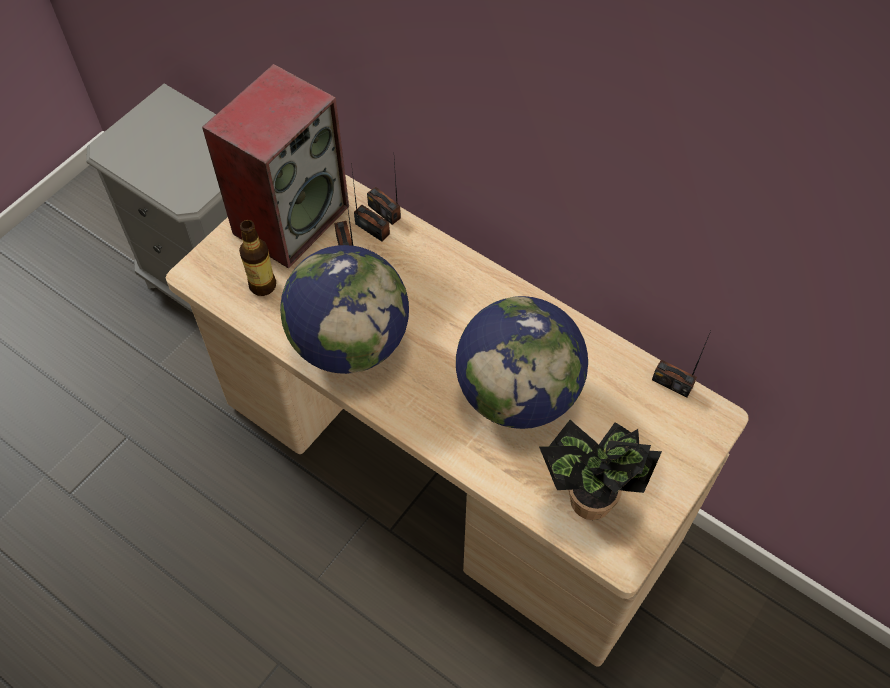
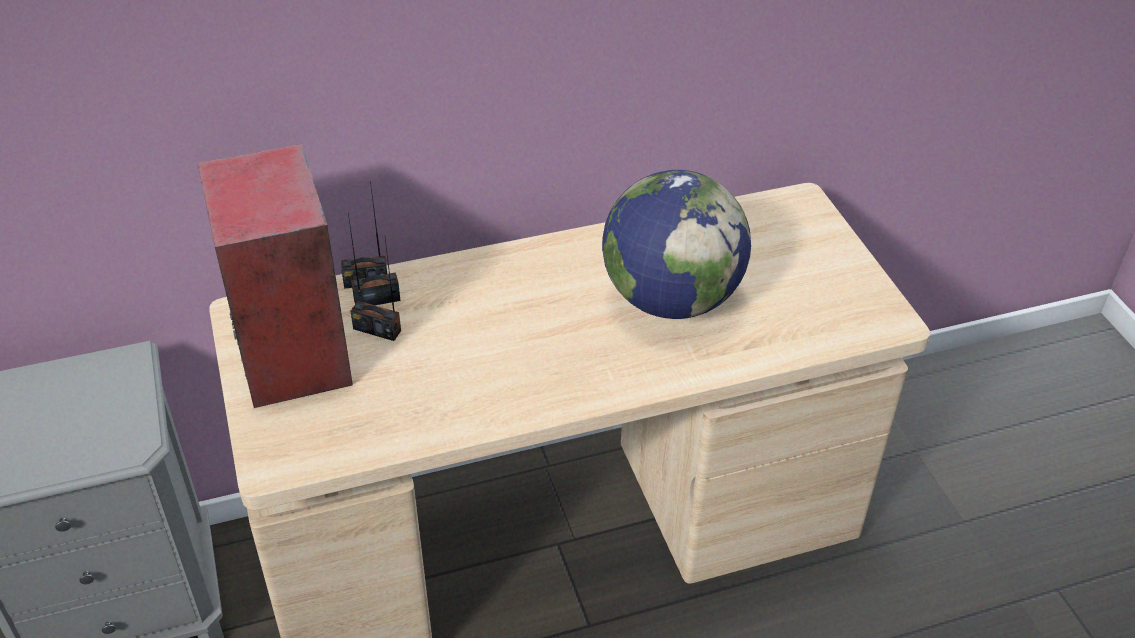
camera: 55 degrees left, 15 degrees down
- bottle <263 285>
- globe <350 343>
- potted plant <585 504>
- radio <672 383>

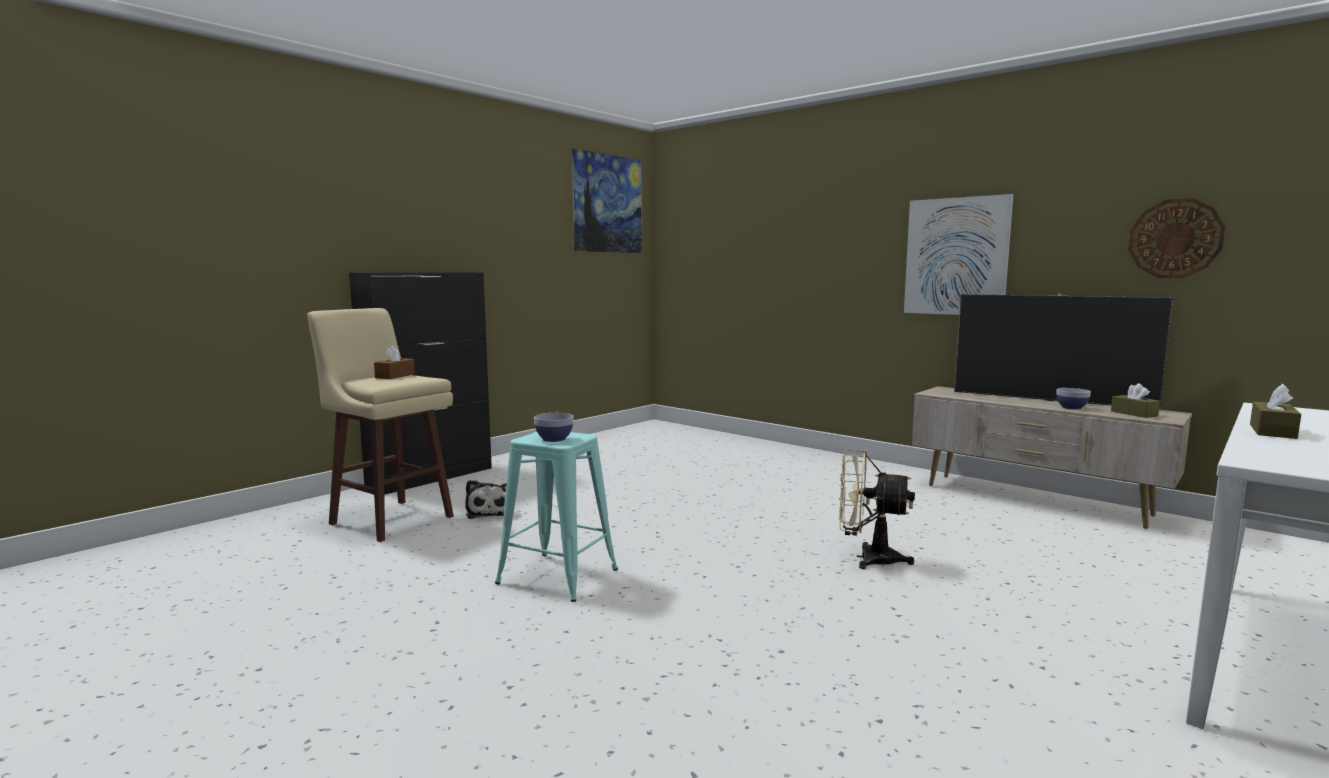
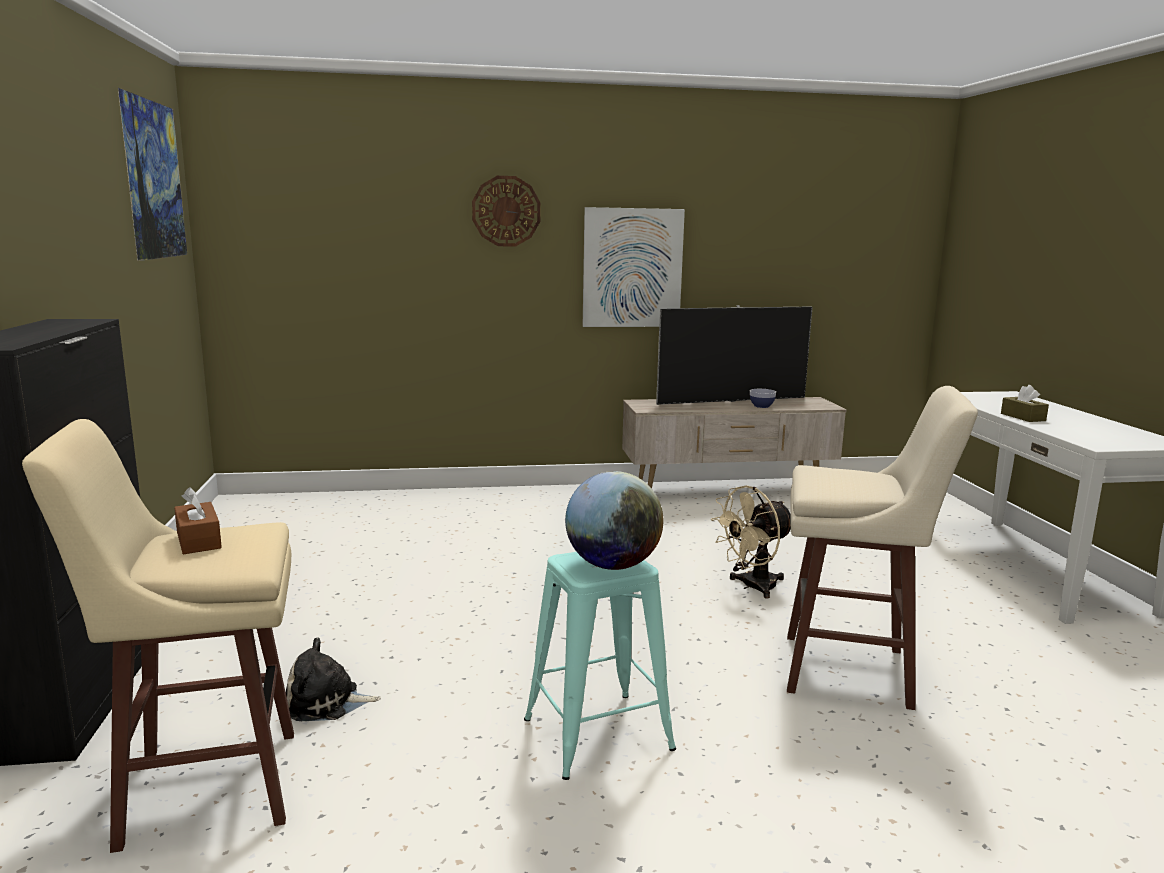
camera: 50 degrees left, 5 degrees up
- tissue box (brown) <1134 413>
+ stool (beige) <851 672>
~ wall clock <1175 238> to <506 211>
~ bowl <554 439> to globe <612 565>
~ plush toy <490 512> = <327 703> 150 degrees clockwise

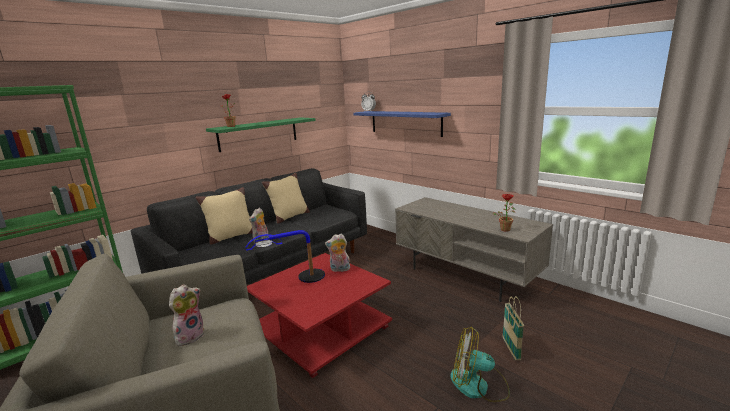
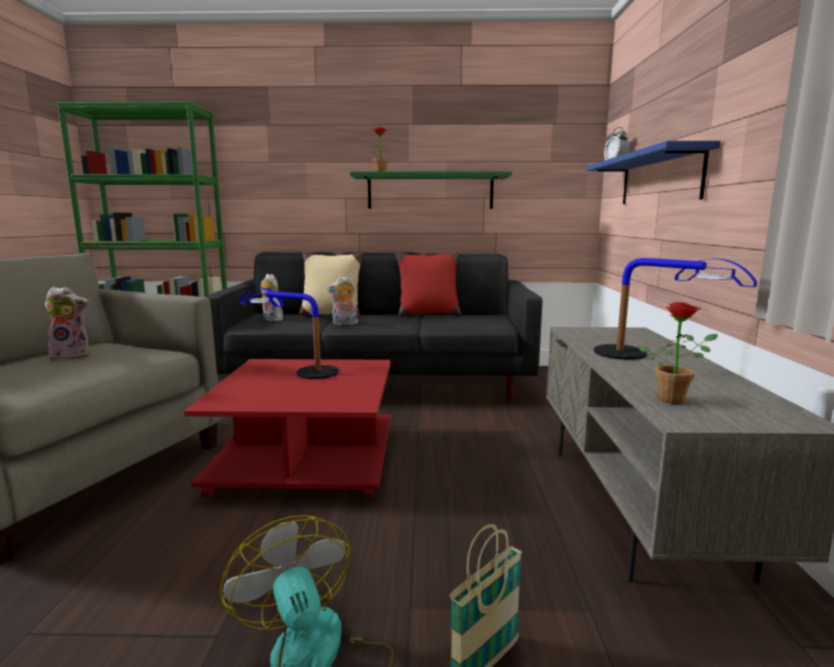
camera: 45 degrees right, 5 degrees down
+ table lamp <646 359>
~ plush toy <339 269> to <271 319>
~ pillow (beige) <289 217> to pillow (red) <428 314>

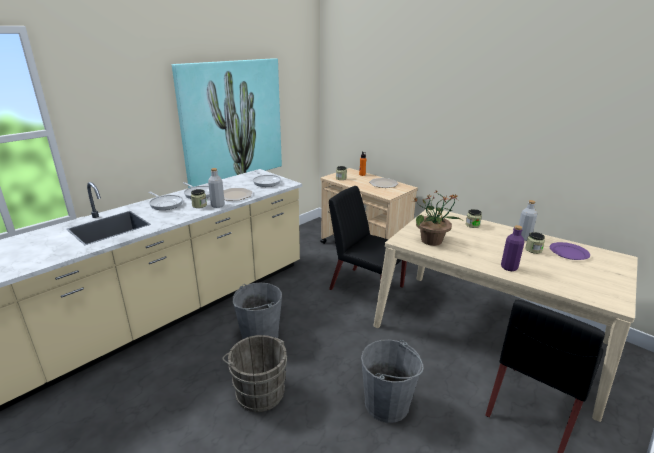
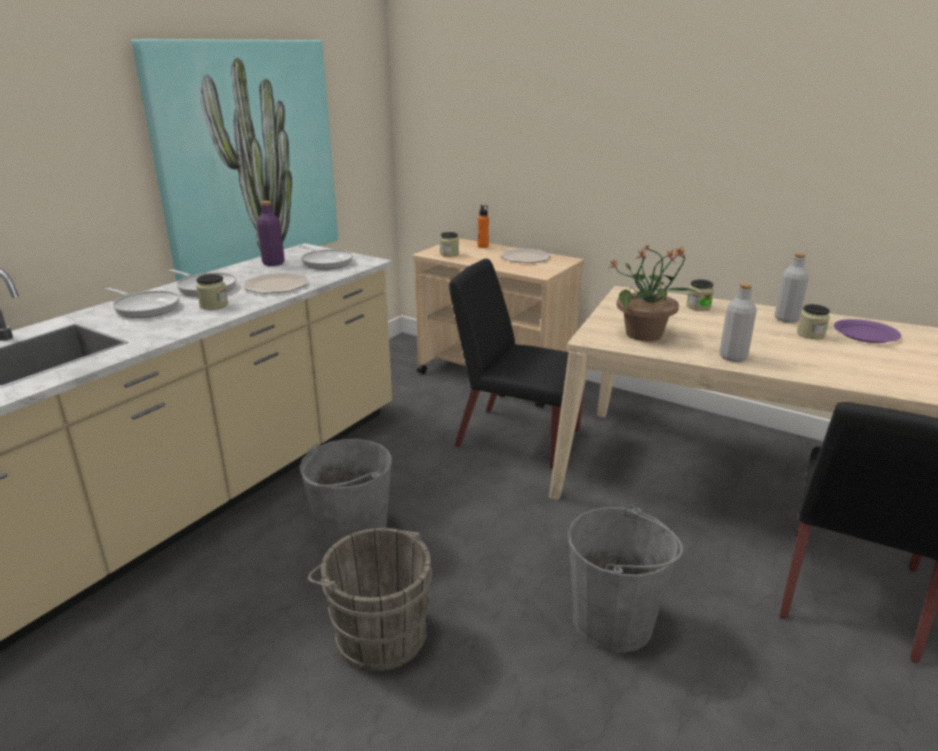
camera: 10 degrees left, 0 degrees up
~ bottle (grey) <217 205> to <733 357>
~ bottle (purple) <509 267> to <273 263>

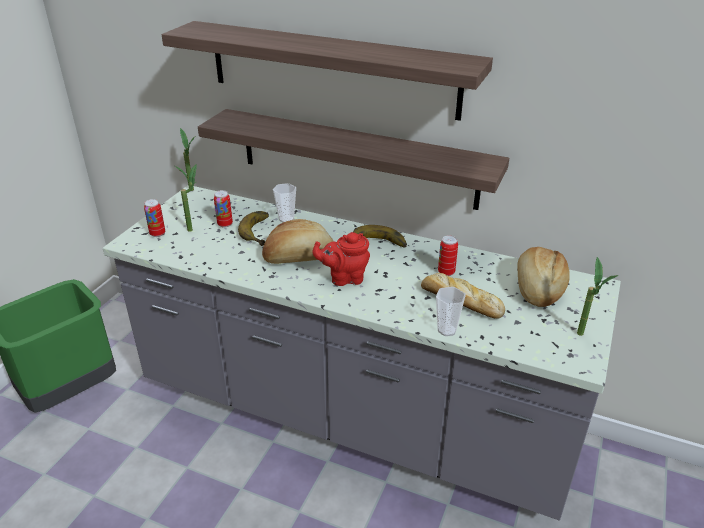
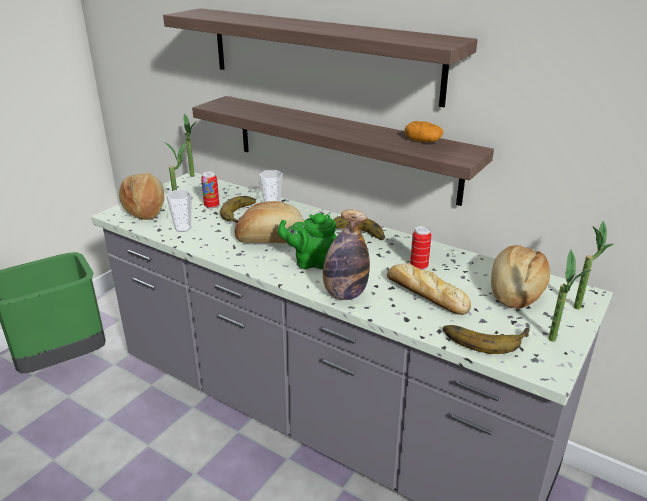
camera: 10 degrees right, 5 degrees down
+ bottle <344 294>
+ potato <422 141>
+ banana <484 337>
+ potted plant <580 304>
~ cup <447 330> to <183 228>
~ can <157 234> to bread <146 209>
~ teapot (red) <344 278> to teapot (green) <311 262>

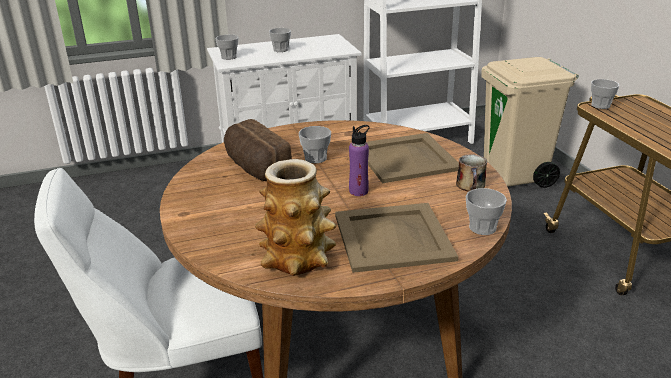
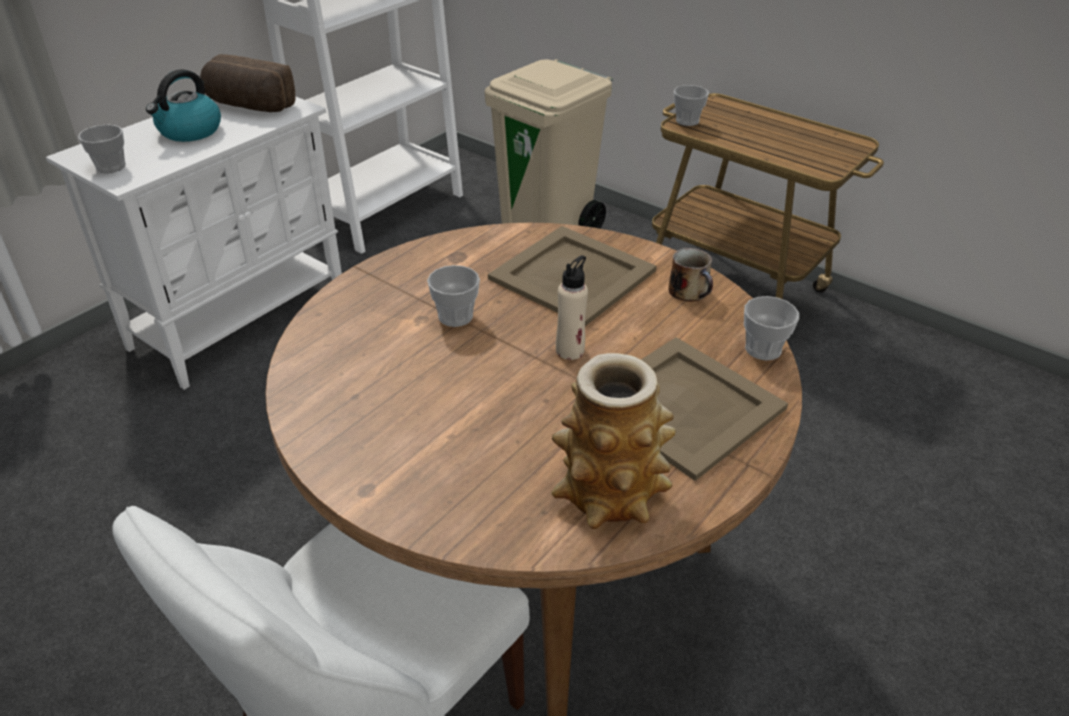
camera: 35 degrees left, 10 degrees up
~ bread <255 168> to <249 105>
~ cup <281 50> to kettle <189 131>
~ bottle (purple) <358 191> to bottle (beige) <570 350>

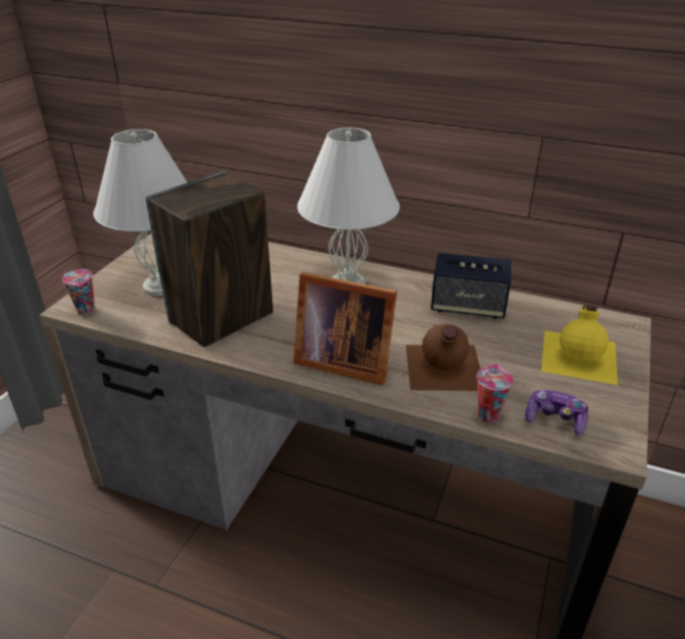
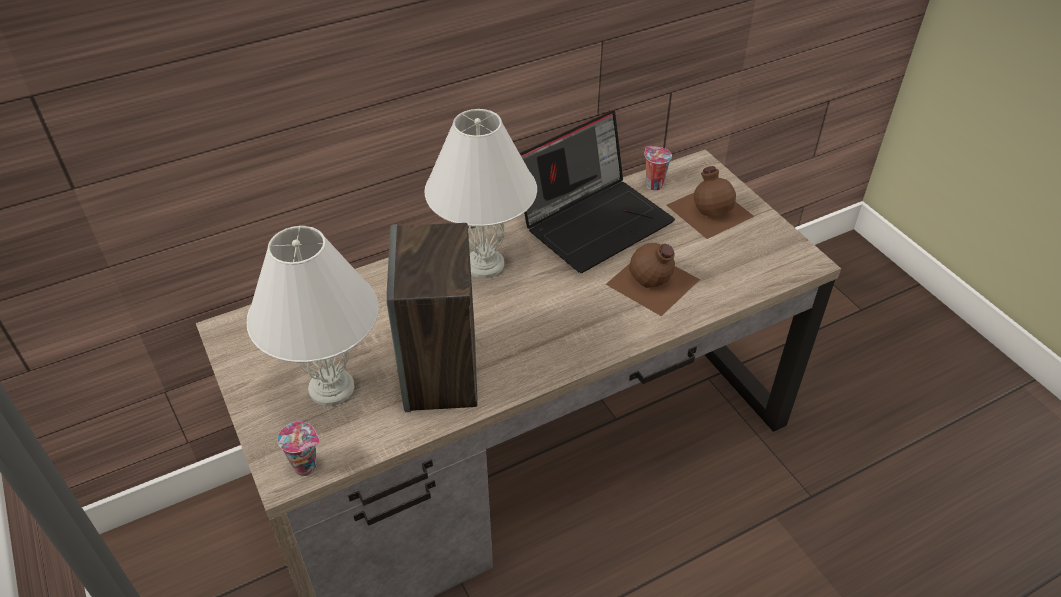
camera: 50 degrees left, 10 degrees up
- picture frame <341 360>
- game controller <554 420>
~ cup <487 414> to <653 185>
~ speaker <467 306> to laptop <595 220>
~ bottle (yellow) <580 355> to bottle (brown) <710 209>

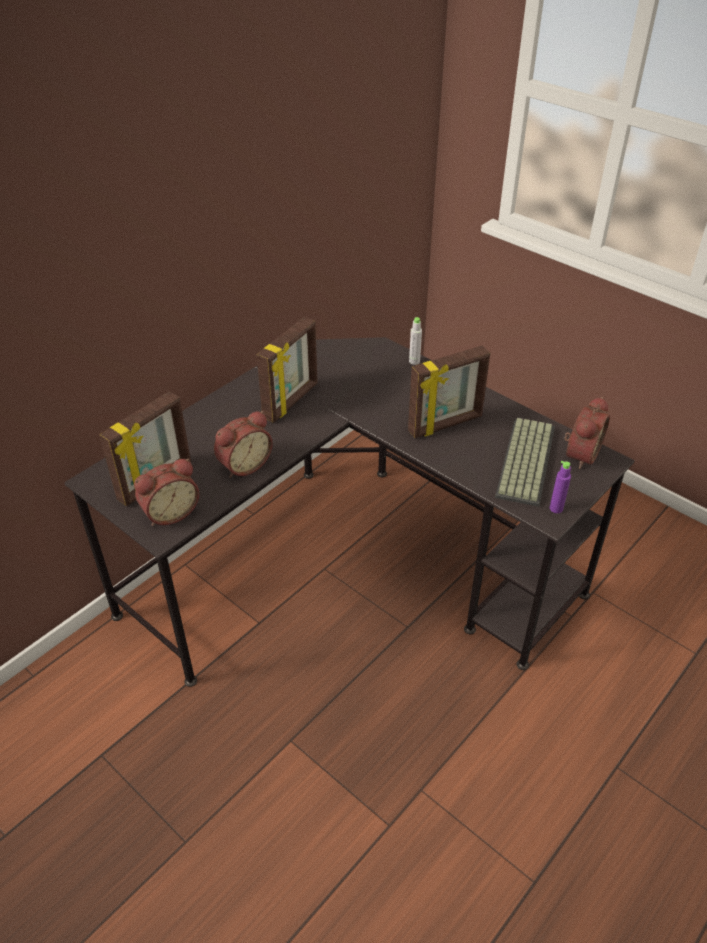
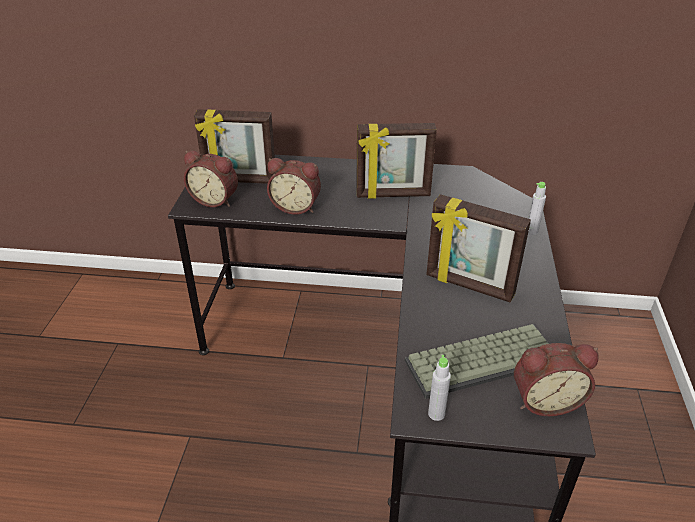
camera: 55 degrees right, 5 degrees down
~ bottle (purple) <556 508> to bottle (grey) <436 414>

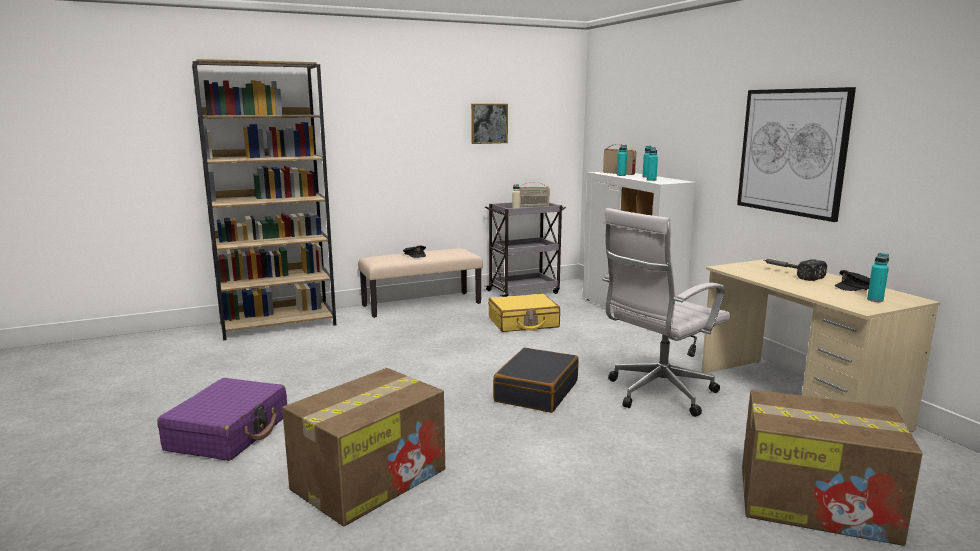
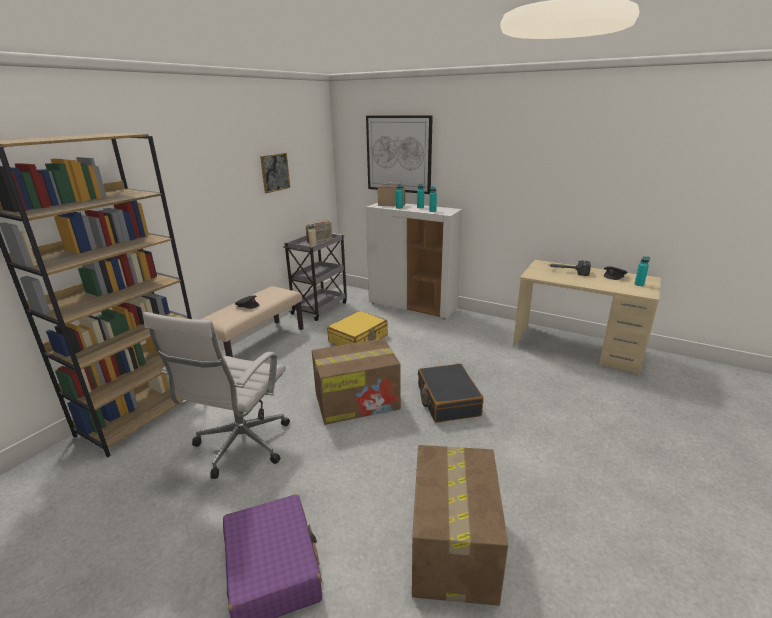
camera: 35 degrees left, 10 degrees up
~ office chair (white) <657 394> to <240 447>
~ picture <792 152> to <398 154>
~ cardboard box <818 503> to <358 401>

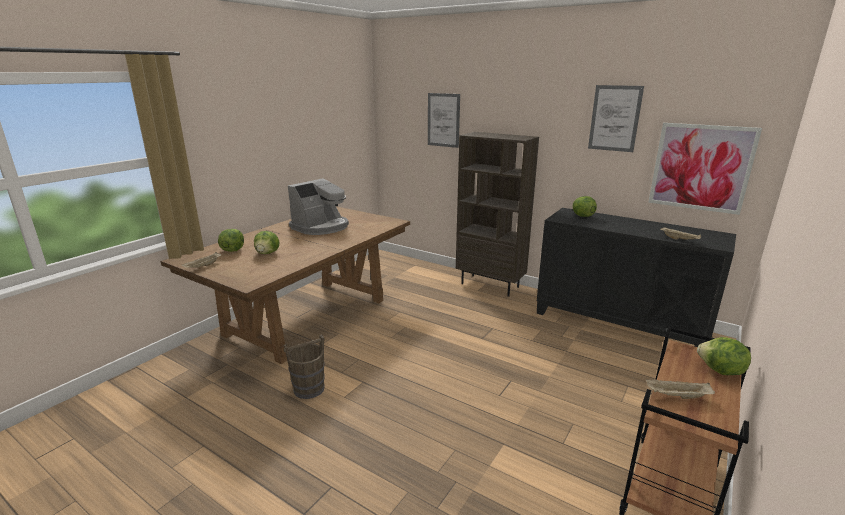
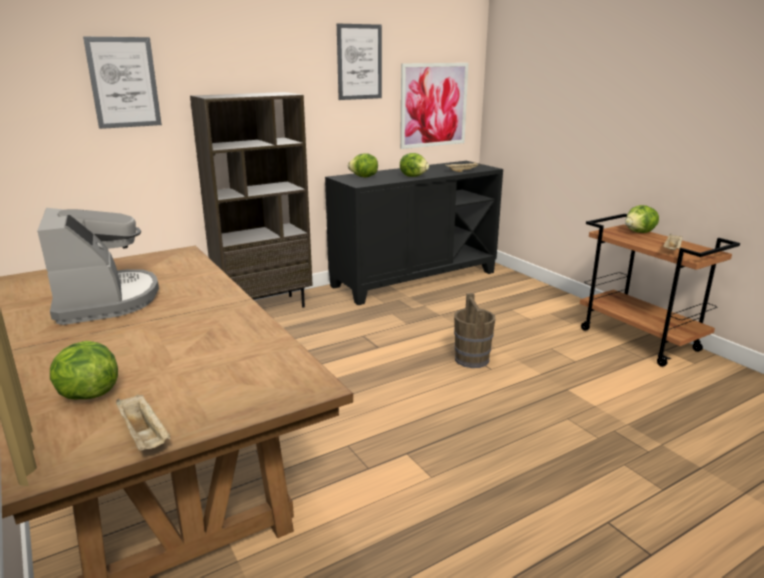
camera: 65 degrees left, 0 degrees up
~ lettuce <268 253> to <413 176>
~ bucket (brown) <309 389> to <471 359>

